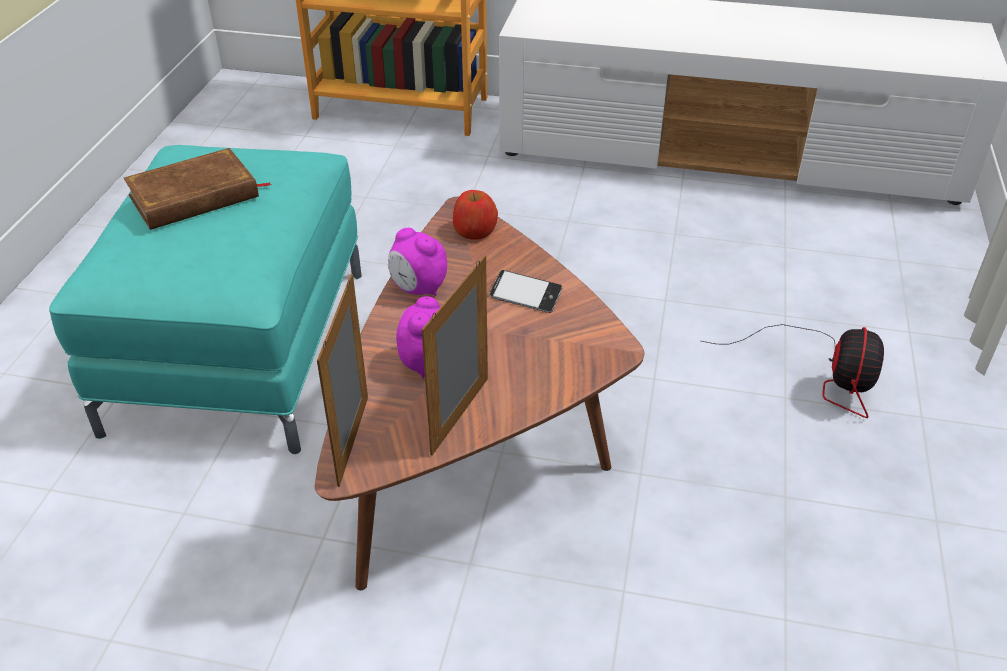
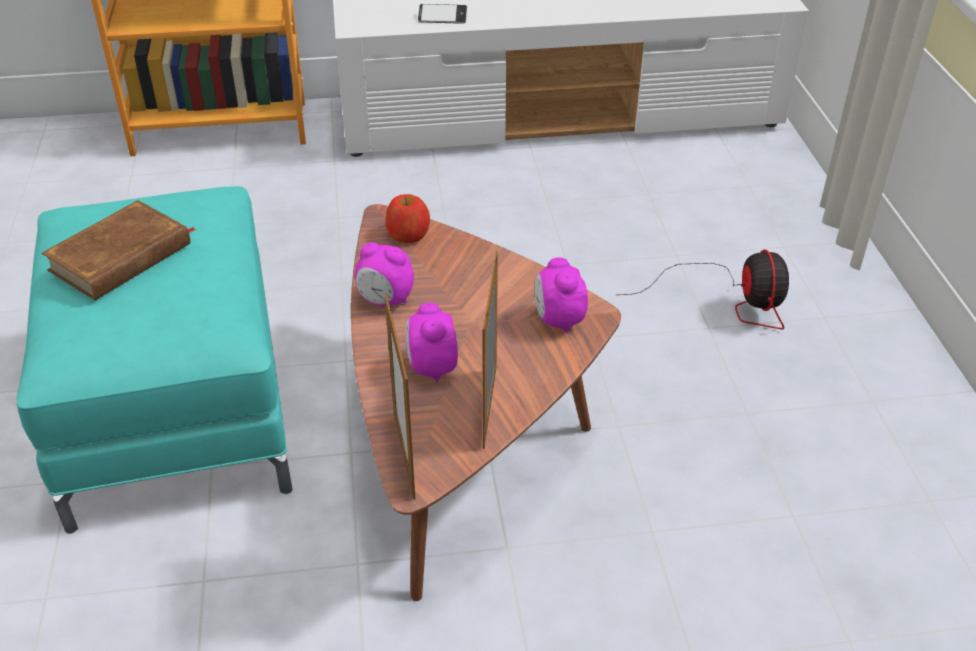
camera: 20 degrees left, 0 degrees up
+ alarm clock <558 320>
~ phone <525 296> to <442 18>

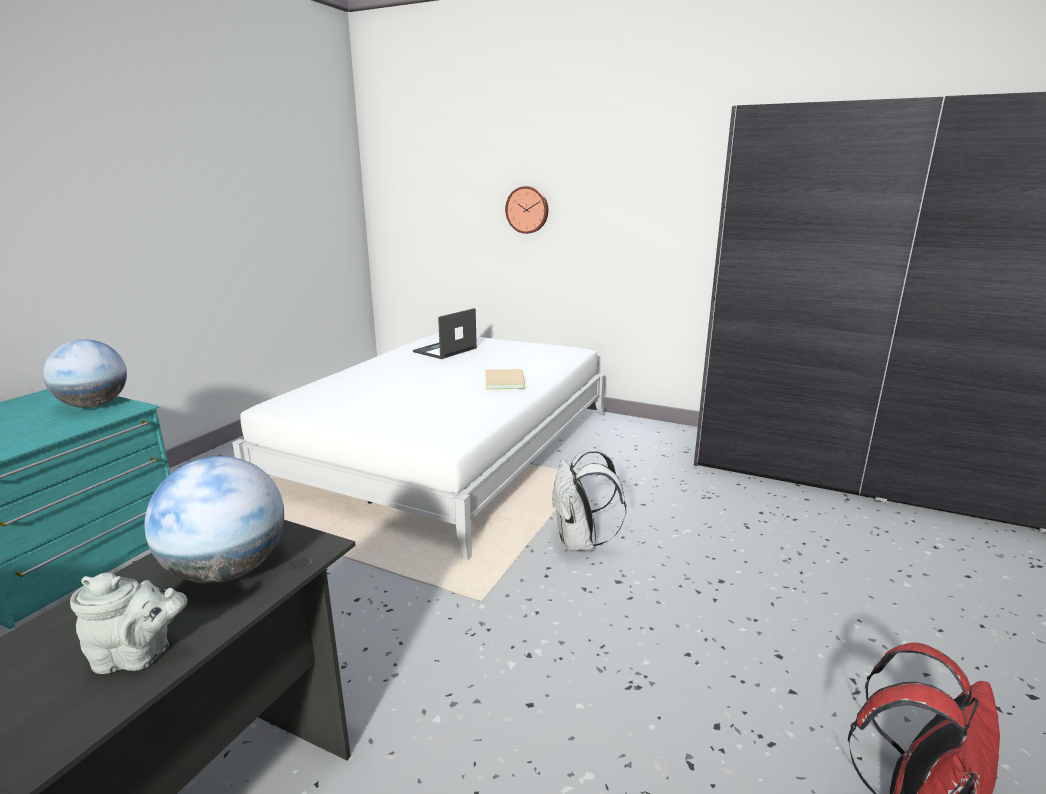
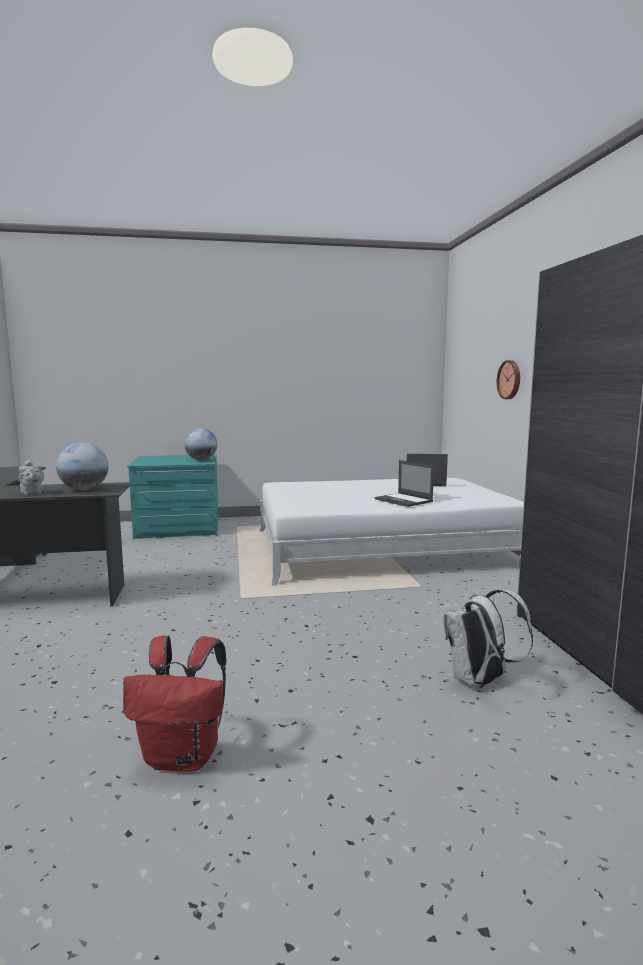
camera: 55 degrees right, 10 degrees down
~ backpack (white) <580 543> to <480 682>
~ book (beige) <506 380> to laptop <404 500>

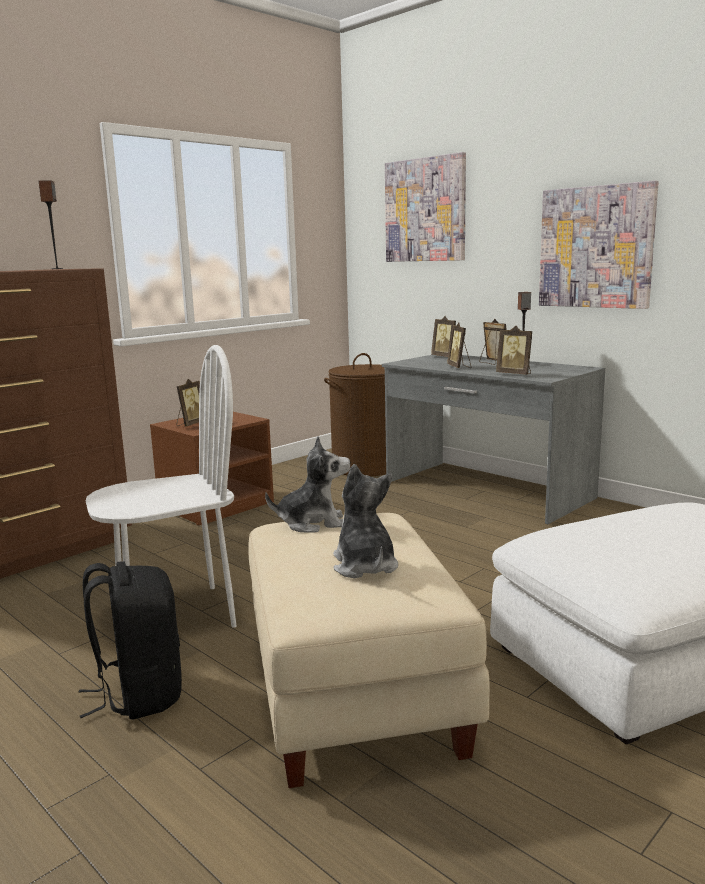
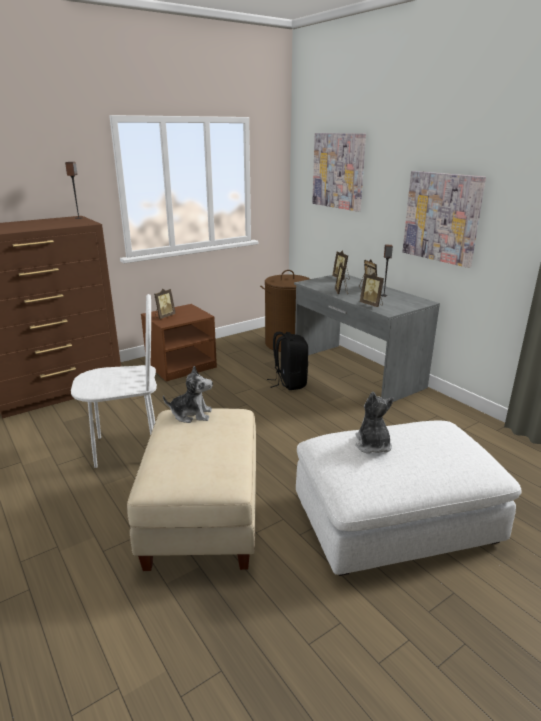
camera: 10 degrees right, 10 degrees up
~ backpack (black) <139 694> to <289 383>
~ plush toy <364 566> to <372 445>

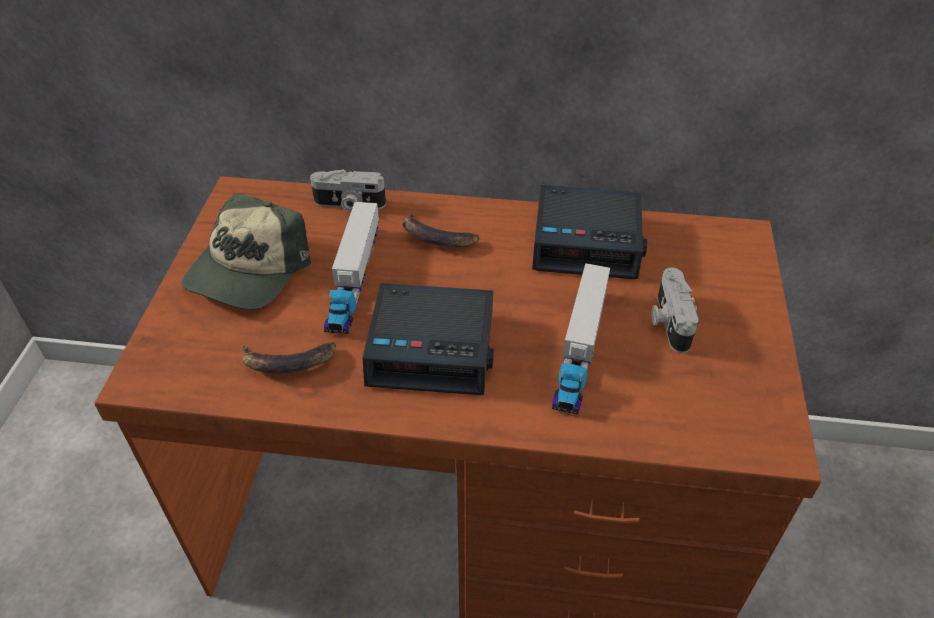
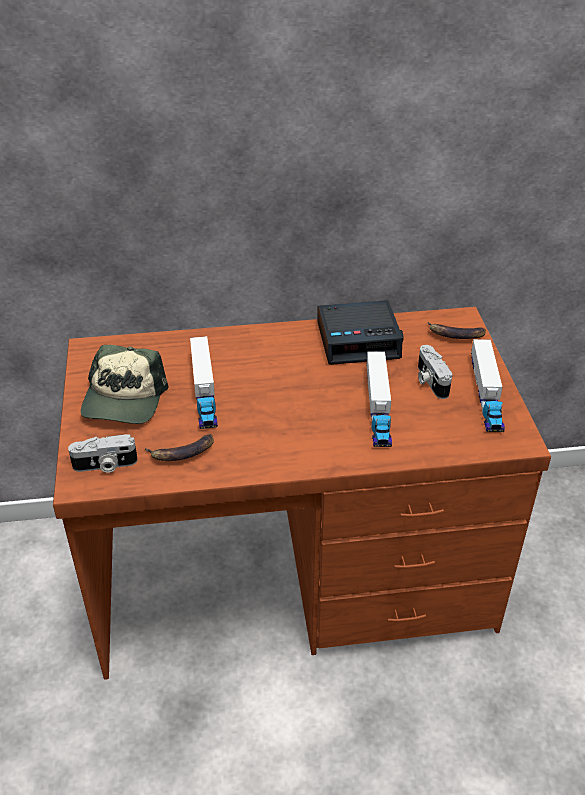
camera: 15 degrees left, 5 degrees down
- alarm clock <433 348>
+ toy truck <486 394>
~ photo camera <349 204> to <105 465>
~ banana <436 237> to <455 335>

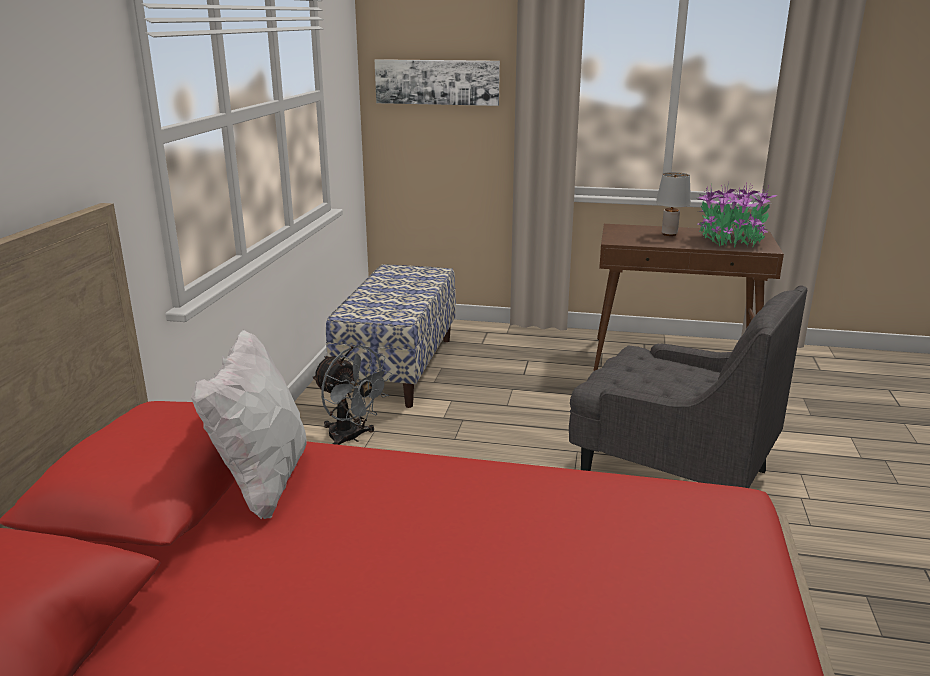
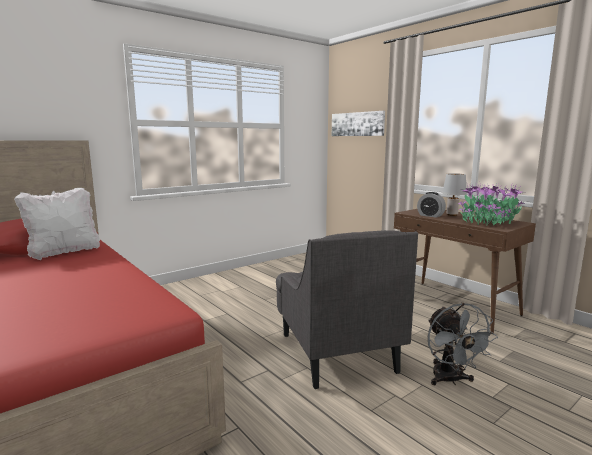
camera: 40 degrees right, 10 degrees down
- bench <398 367>
+ alarm clock <430 215>
~ fan (grey) <351 438> to <450 380>

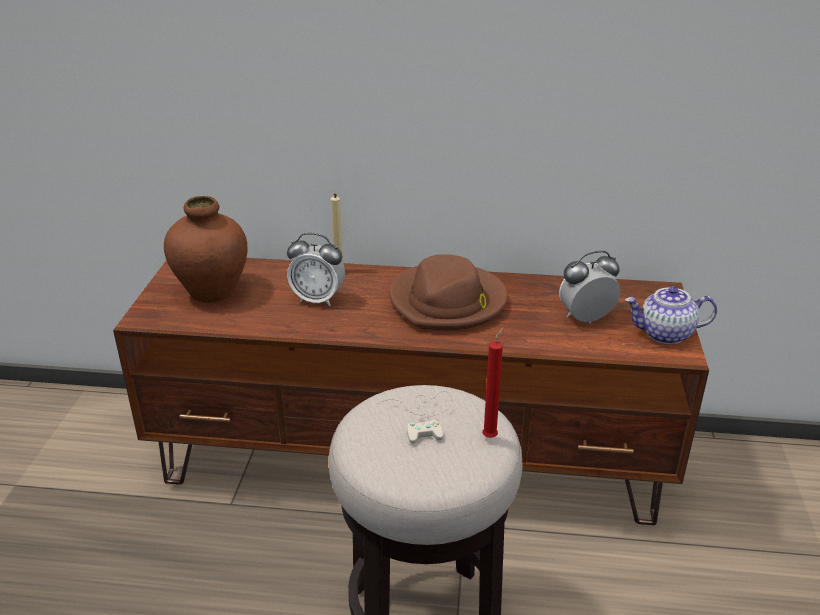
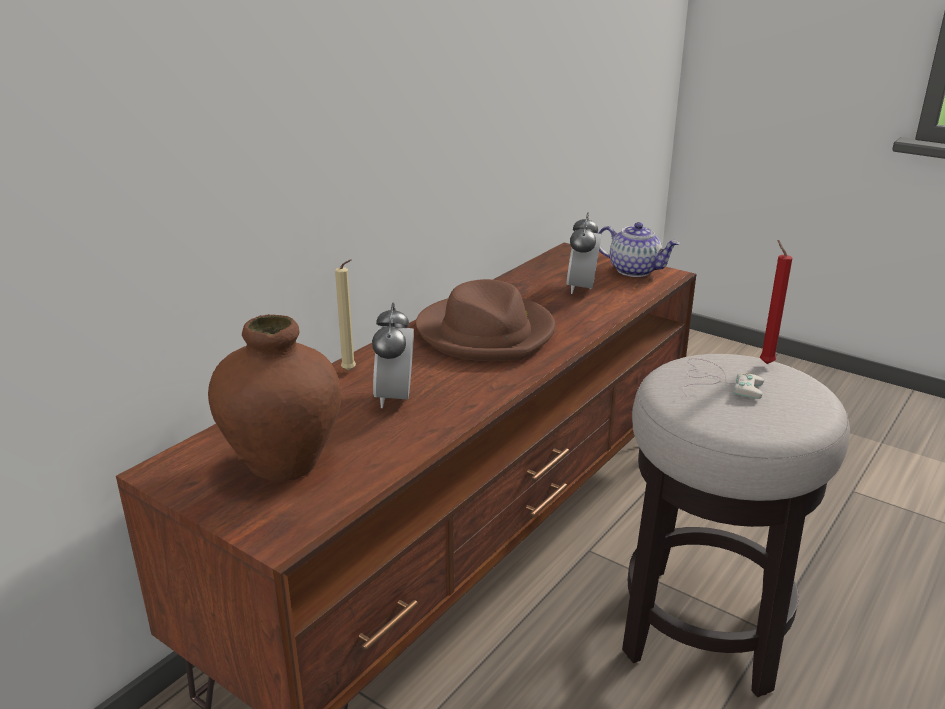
camera: 60 degrees left, 5 degrees down
~ alarm clock <318 299> = <395 397> 135 degrees clockwise
~ teapot <665 334> = <635 270> 90 degrees counterclockwise

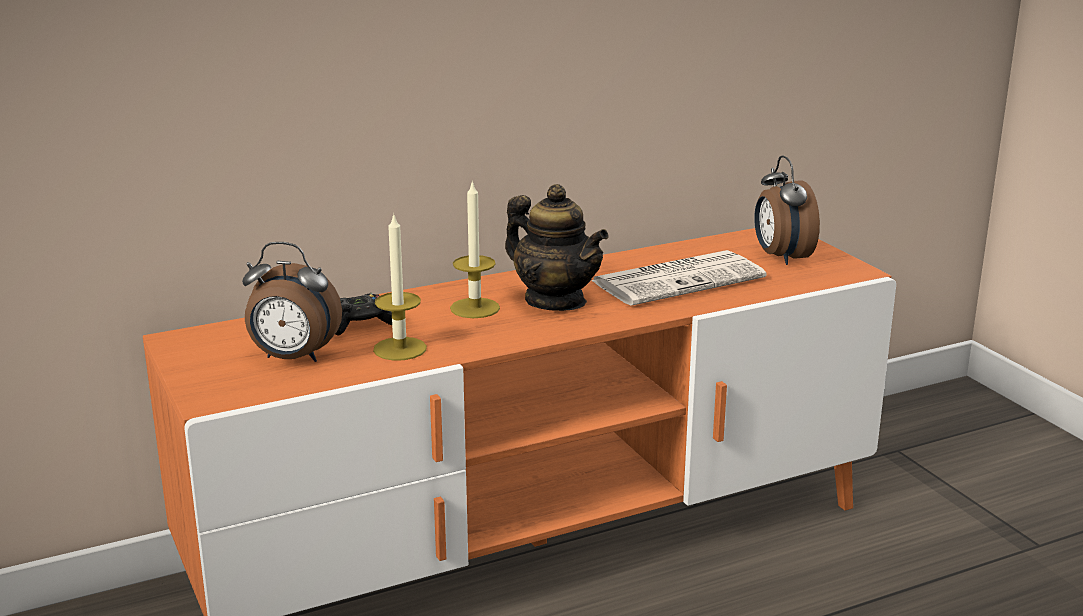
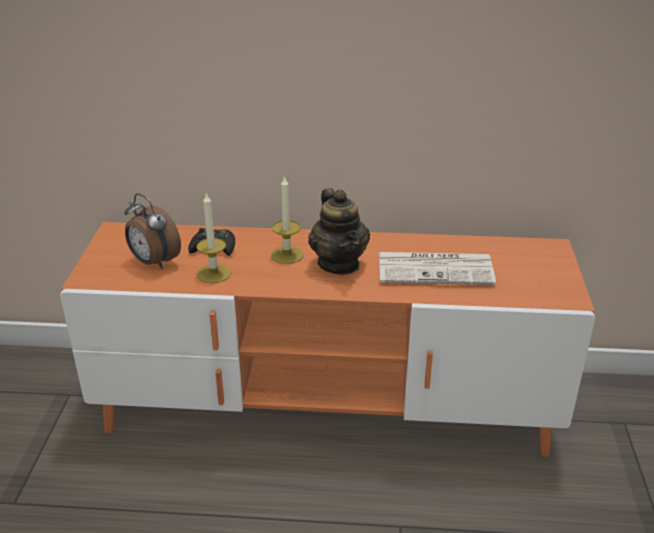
camera: 30 degrees right, 10 degrees up
- alarm clock <781 257>

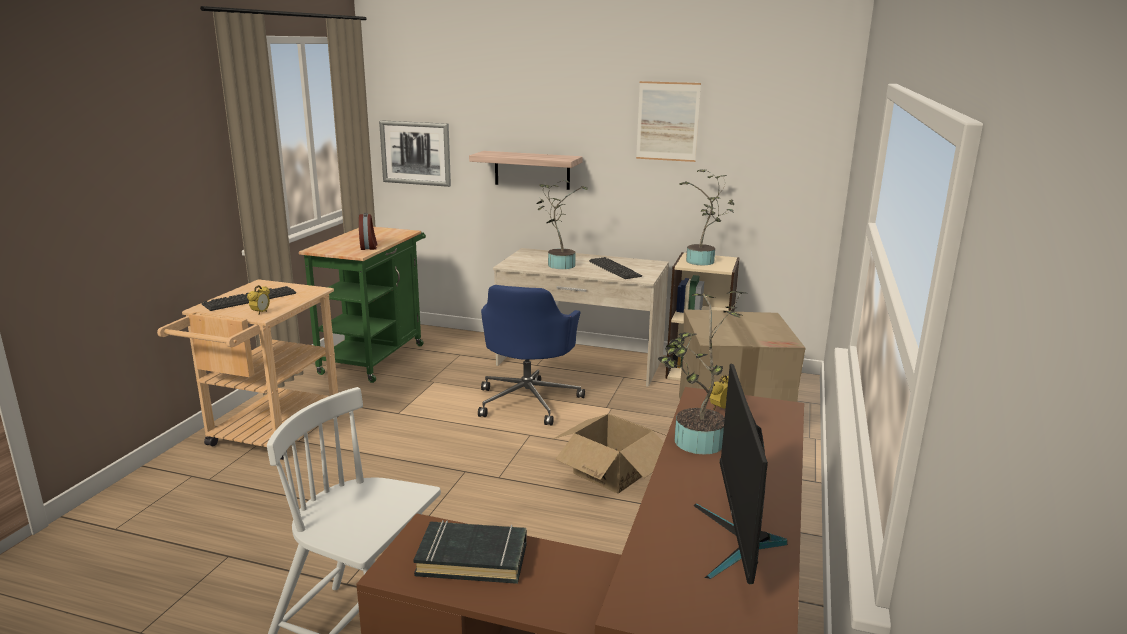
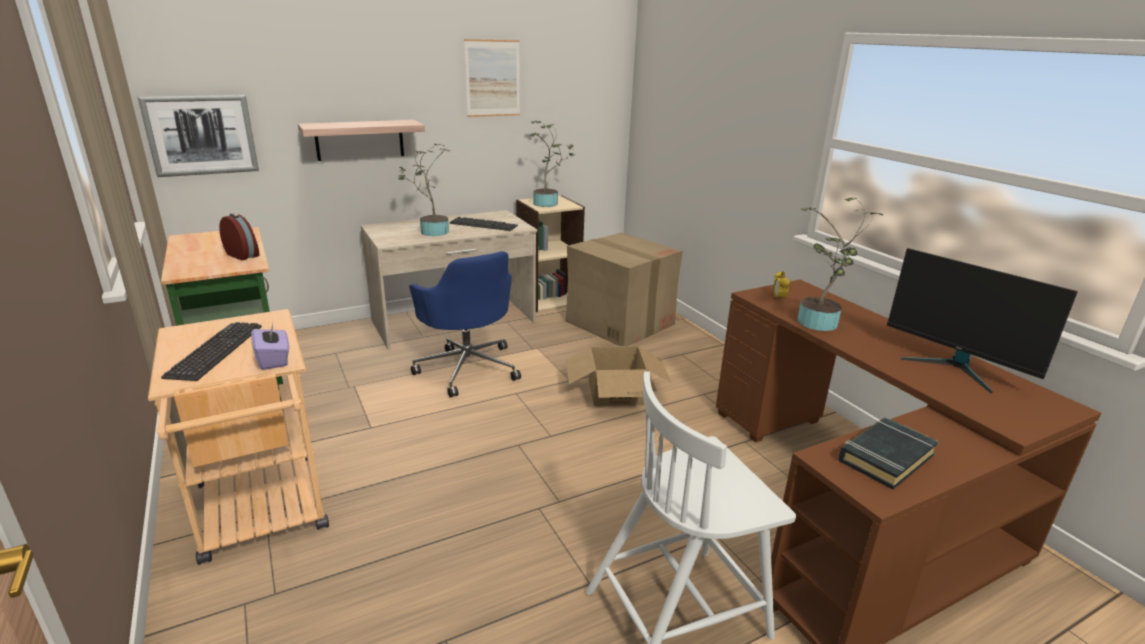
camera: 45 degrees left, 5 degrees up
~ alarm clock <261 313> to tissue box (purple) <274 360>

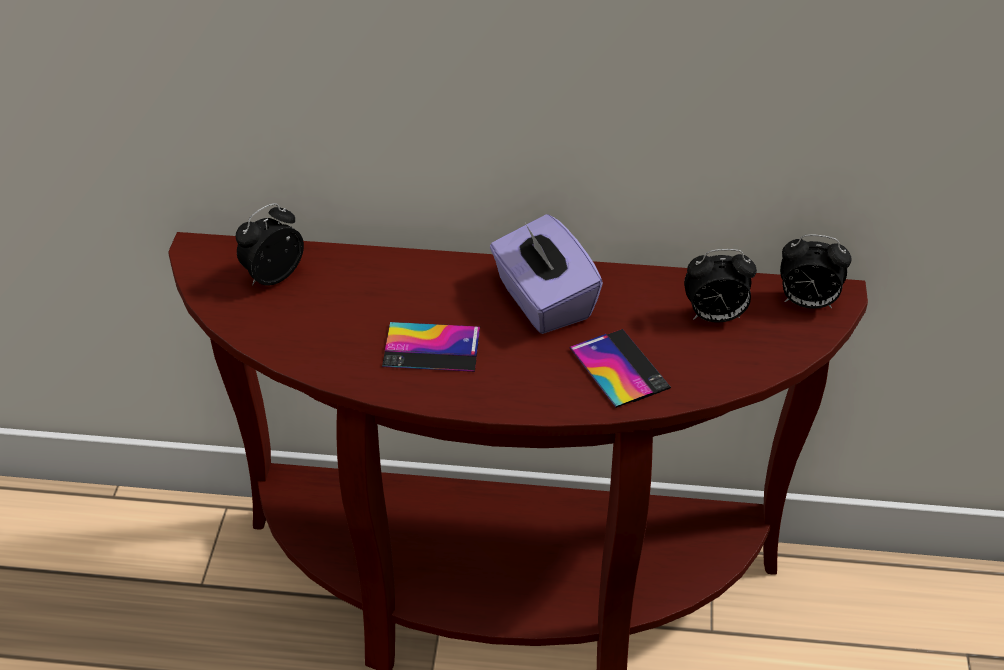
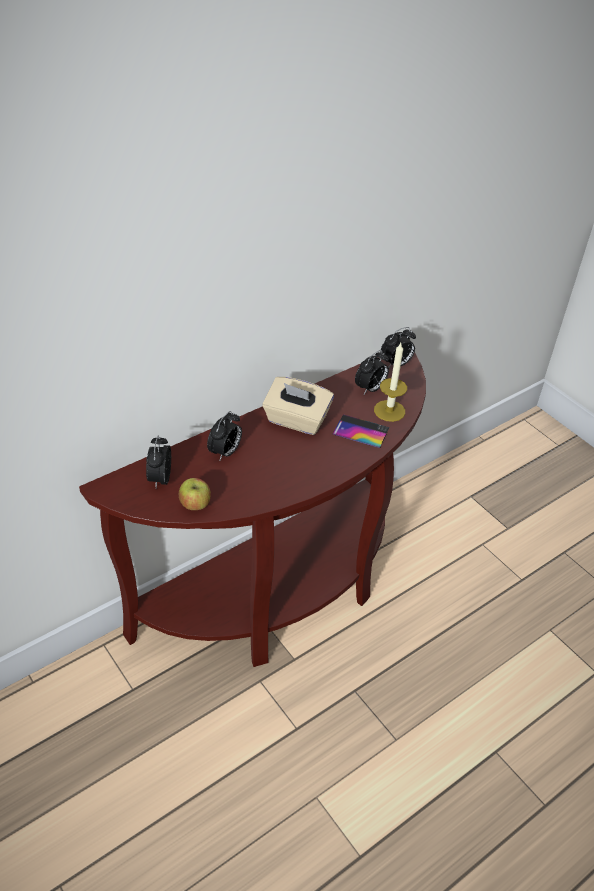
camera: 45 degrees left, 0 degrees up
- phone <431 347>
+ apple <195 504>
+ alarm clock <225 452>
+ candle <389 411>
~ tissue box (purple) <543 301> to tissue box (beige) <296 420>

